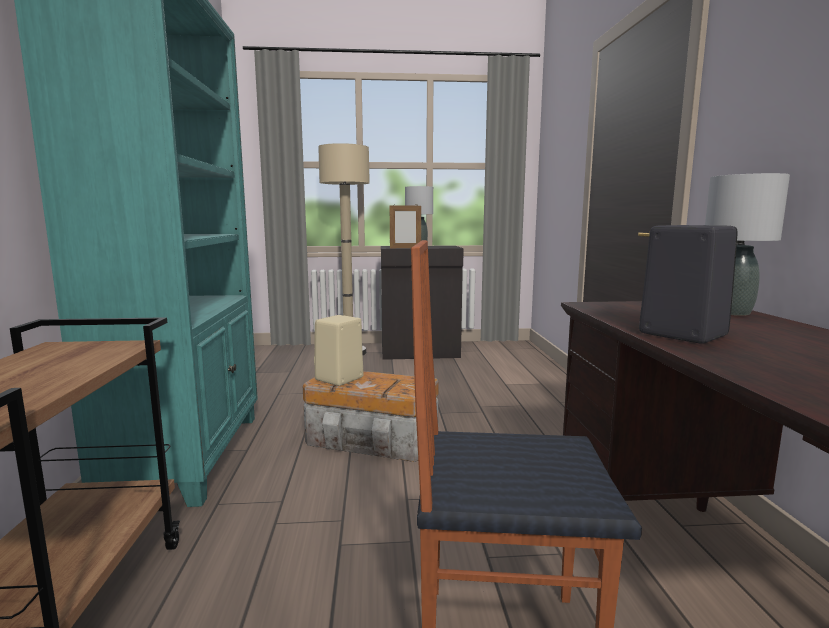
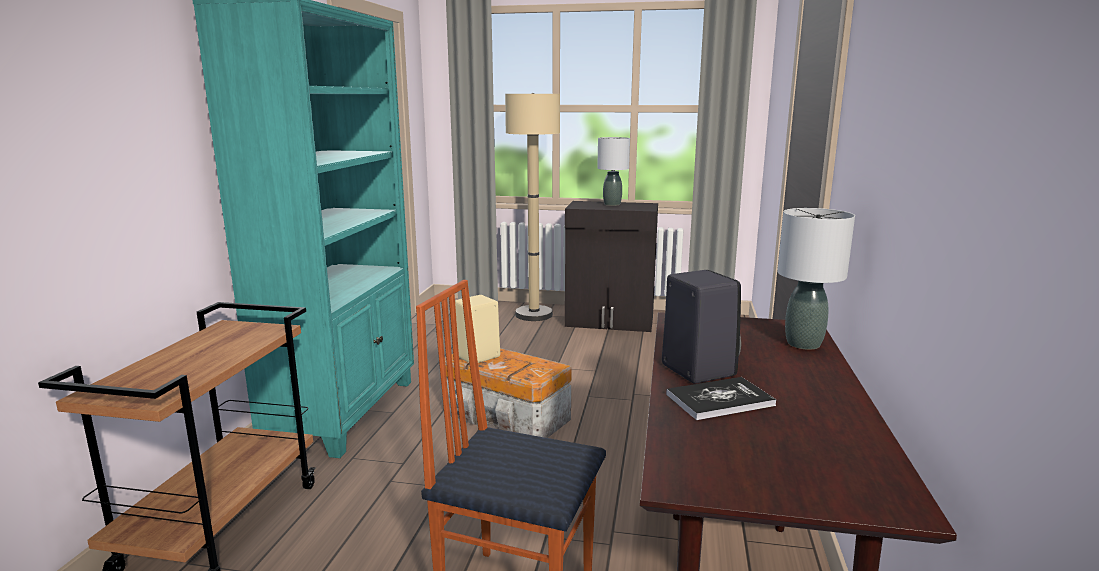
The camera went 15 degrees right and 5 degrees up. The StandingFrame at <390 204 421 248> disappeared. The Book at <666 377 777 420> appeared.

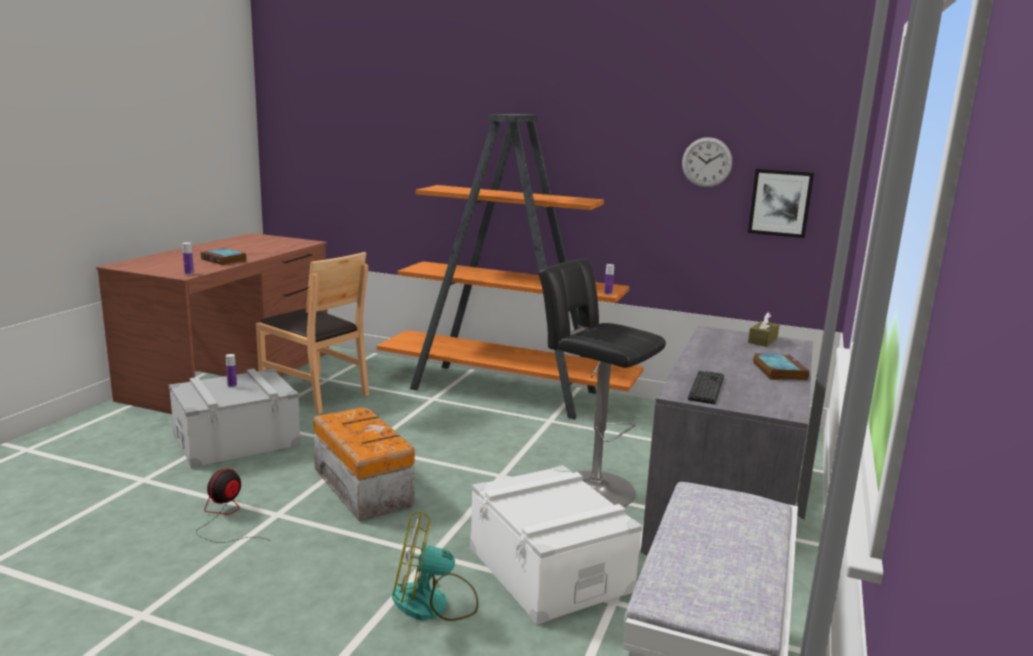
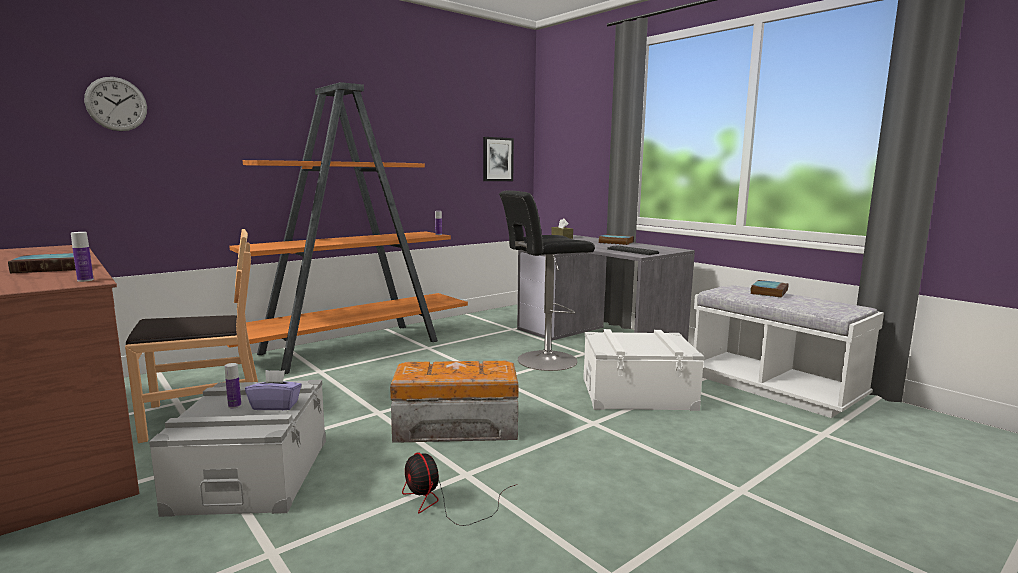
The camera went 60 degrees left and 5 degrees down. The WallClock moved from <682 137 732 188> to <84 77 147 131>. The ElectricFan at <392 511 479 621> disappeared. The Book at <750 280 789 297> appeared. The PurpleTissueHolder at <245 370 302 410> appeared.

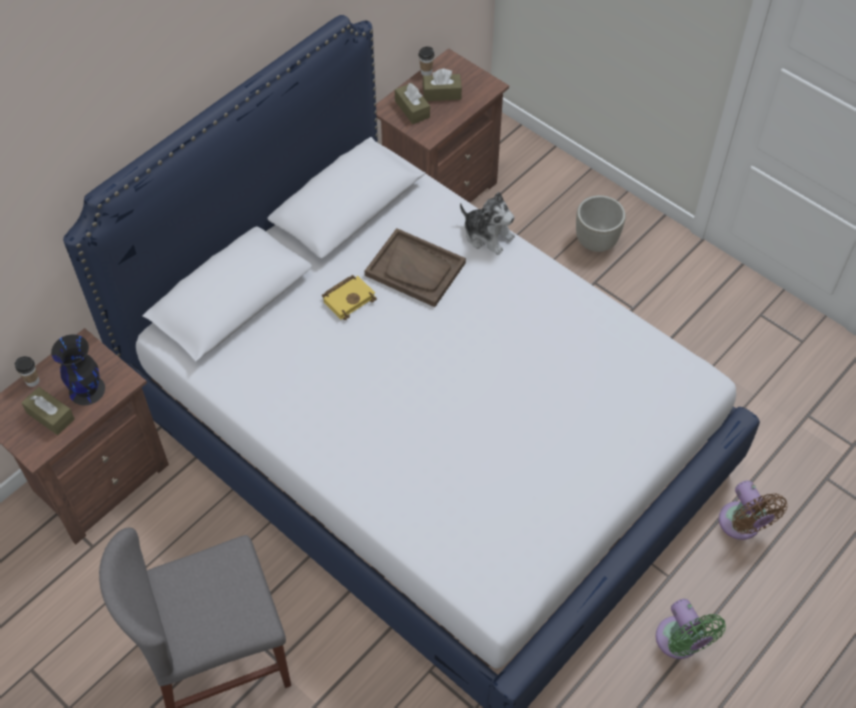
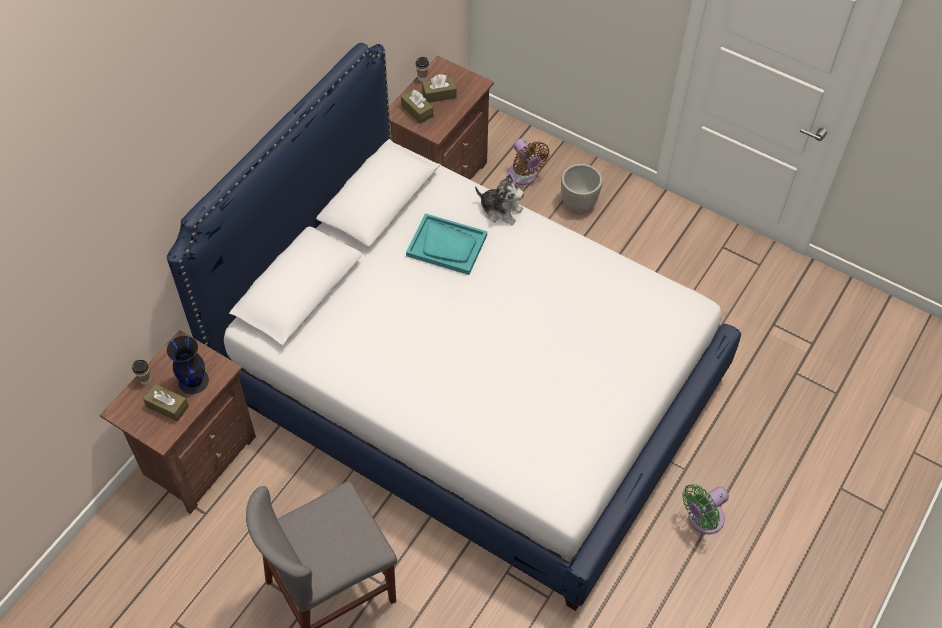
The camera went 10 degrees left and 0 degrees up. The BrownServingTray at <365 228 466 307> became the BlueGreenServingTray at <406 213 487 275>. The YellowishBook at <322 275 377 320> disappeared. The BrownElectricFan moved from <719 480 787 540> to <508 139 550 185>. The GreenElectricFan at <656 599 726 659> turned 90 degrees clockwise.

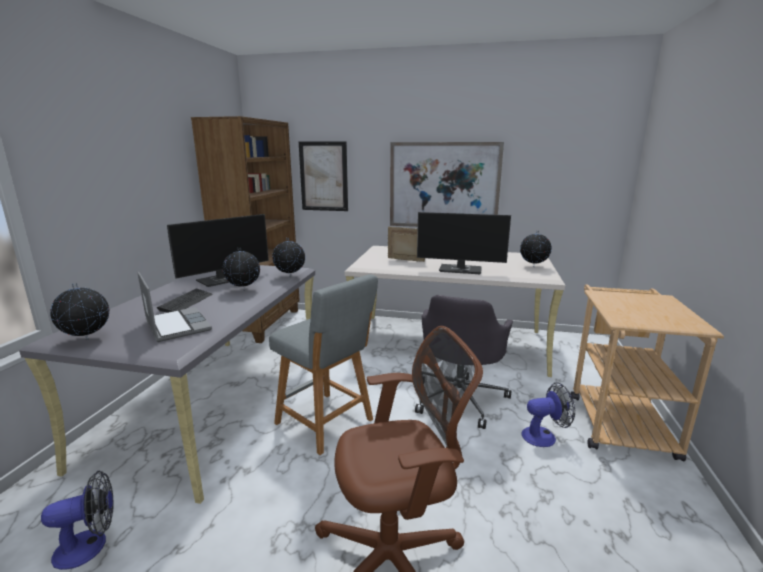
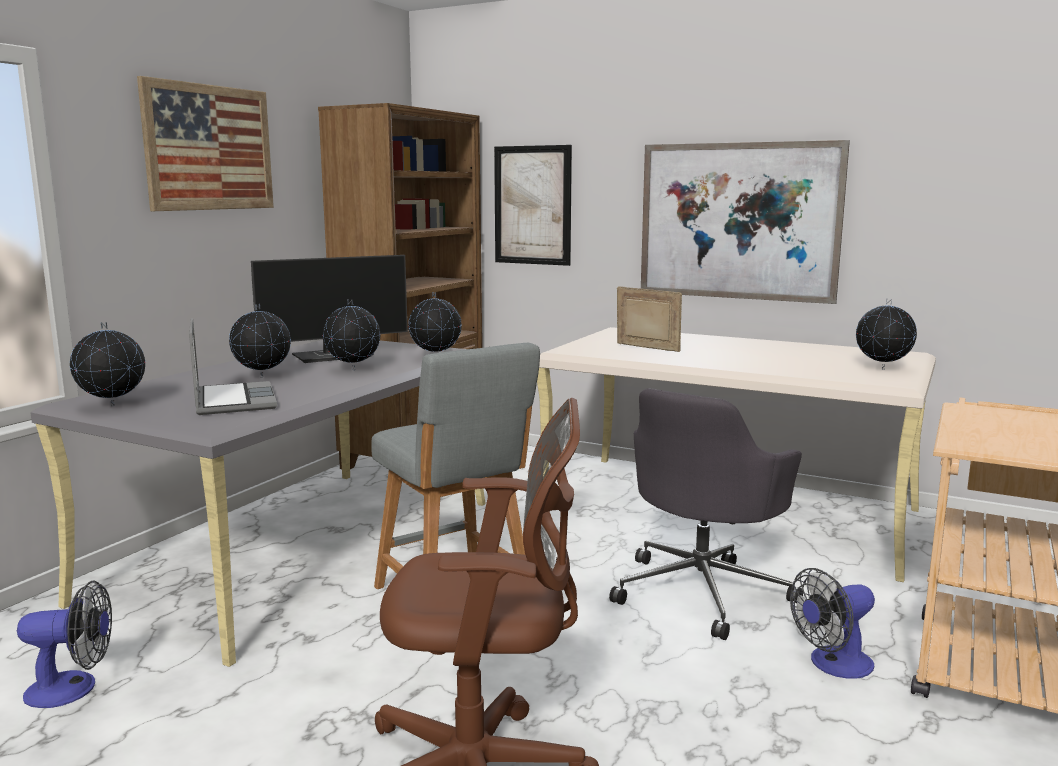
The camera went 15 degrees right and 5 degrees down. The Monitor at <417 212 511 274> disappeared. The Keyboard at <157 289 212 312> was replaced by the Globe at <229 304 291 378>. The ElectricFan at <522 382 575 447> turned 150 degrees clockwise. The WallArt at <137 76 274 211> appeared.

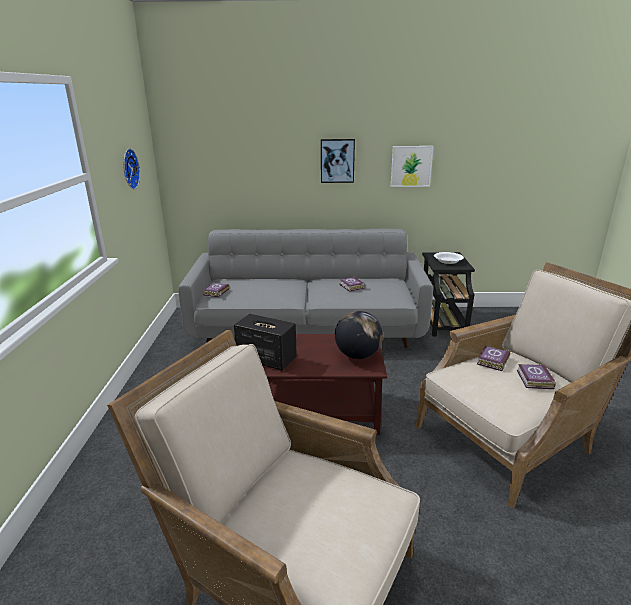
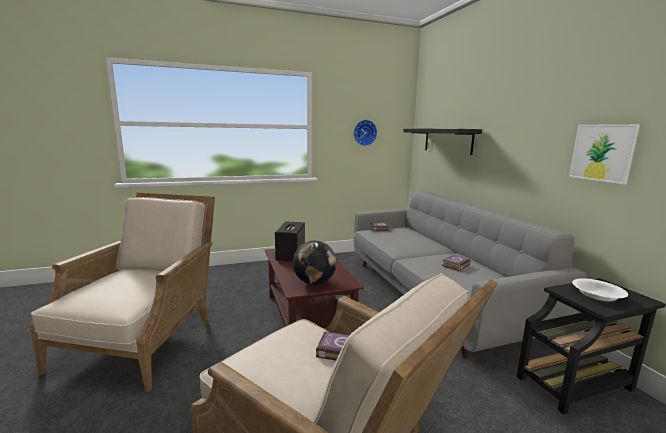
The camera went 70 degrees right and 10 degrees down. The WallArt at <321 139 355 183> disappeared. The Book at <517 364 556 389> disappeared. The BlackishShelf at <403 129 482 155> appeared.

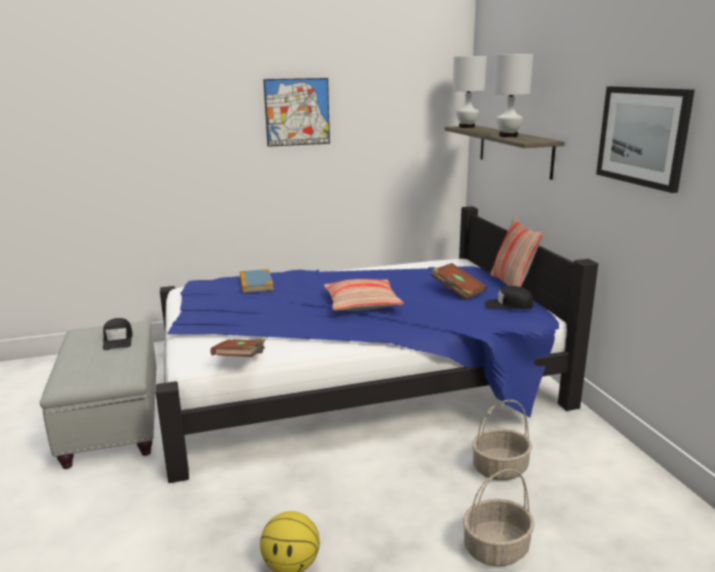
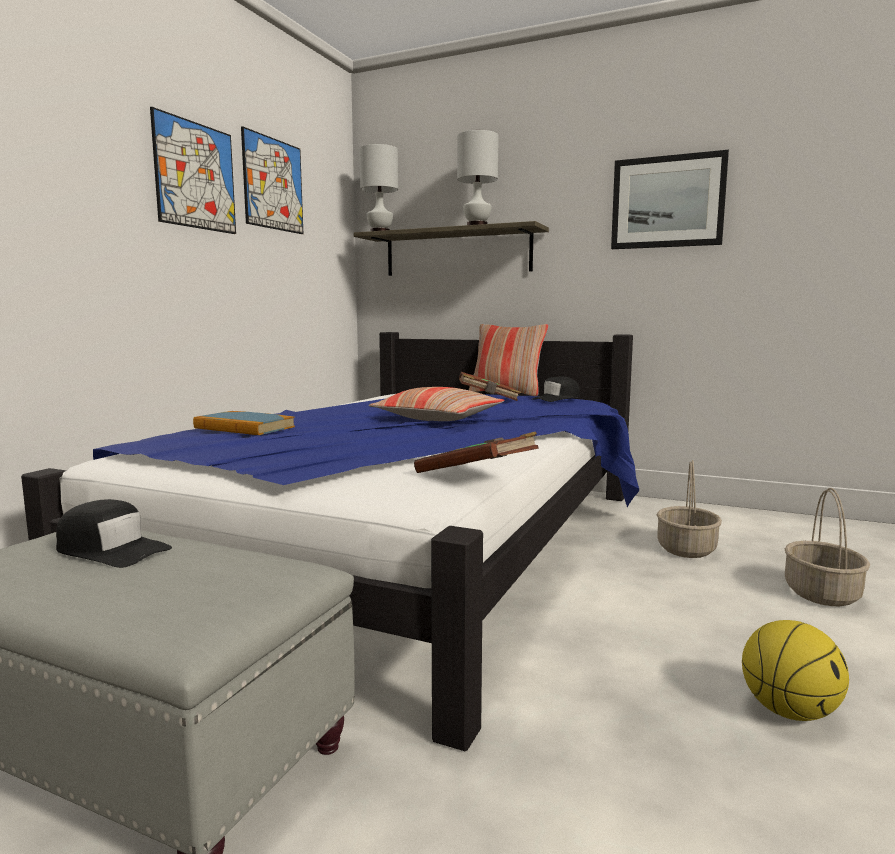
The camera went 50 degrees left and 10 degrees down. The WallArt at <241 126 303 234> appeared.

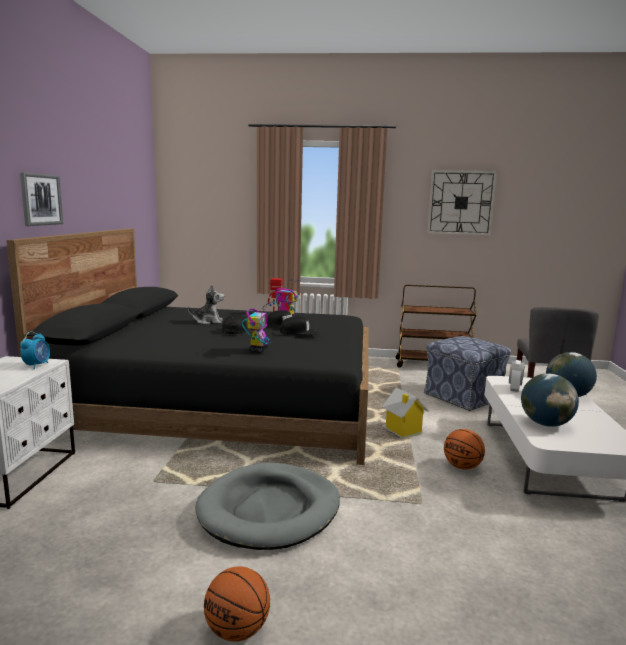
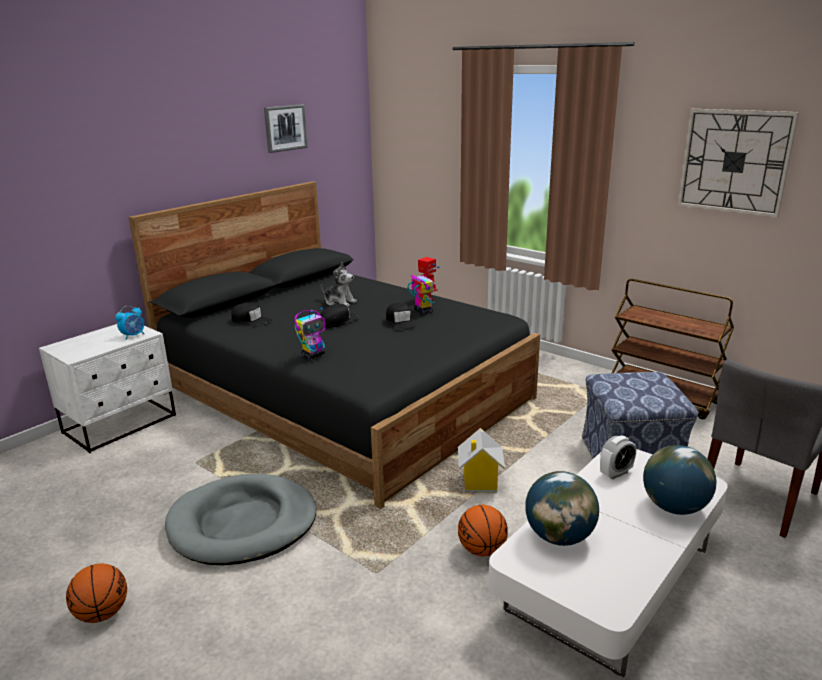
The camera went 35 degrees right and 10 degrees up. The WallArt moved from <20 172 63 226> to <264 104 308 153>. The BlackishCap moved from <280 316 319 335> to <231 303 273 327>.

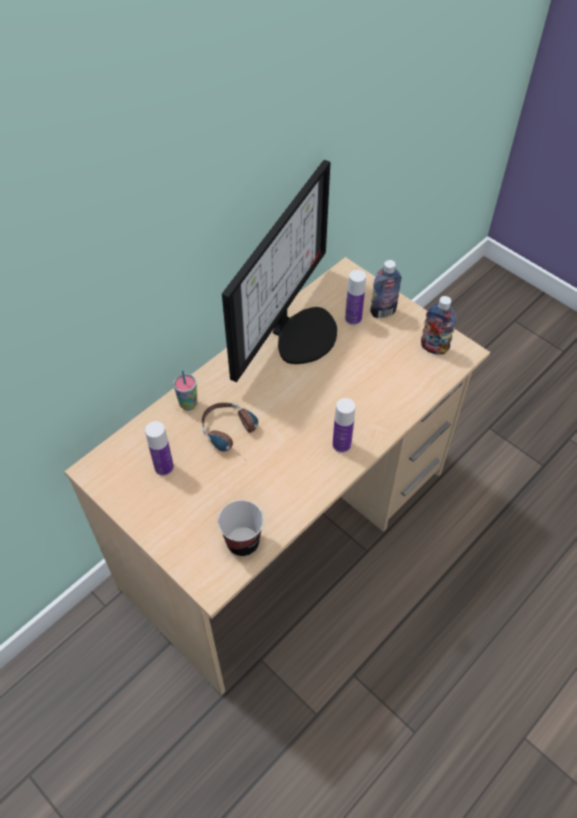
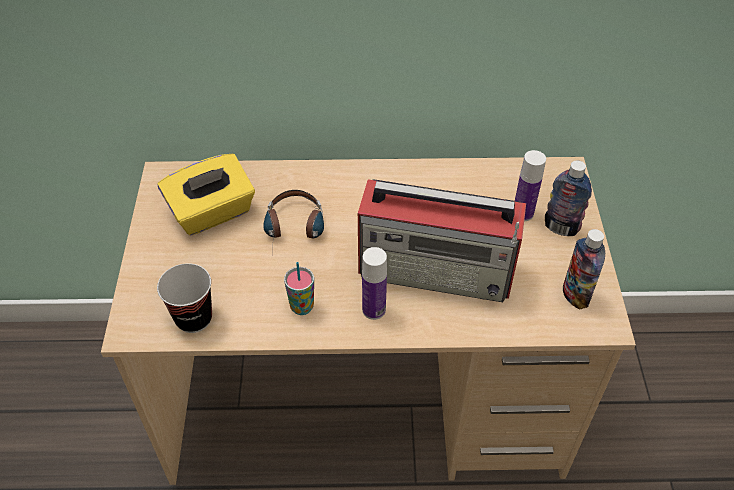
The camera went 45 degrees right and 5 degrees down. The Monitor at <222 160 337 382> disappeared. The SmallCup moved from <173 370 198 411> to <284 262 314 315>. The BeverageBottle at <145 421 174 476> was replaced by the YellowishTissueHolder at <158 154 255 235>. The RadioReceiver at <358 179 526 302> appeared.

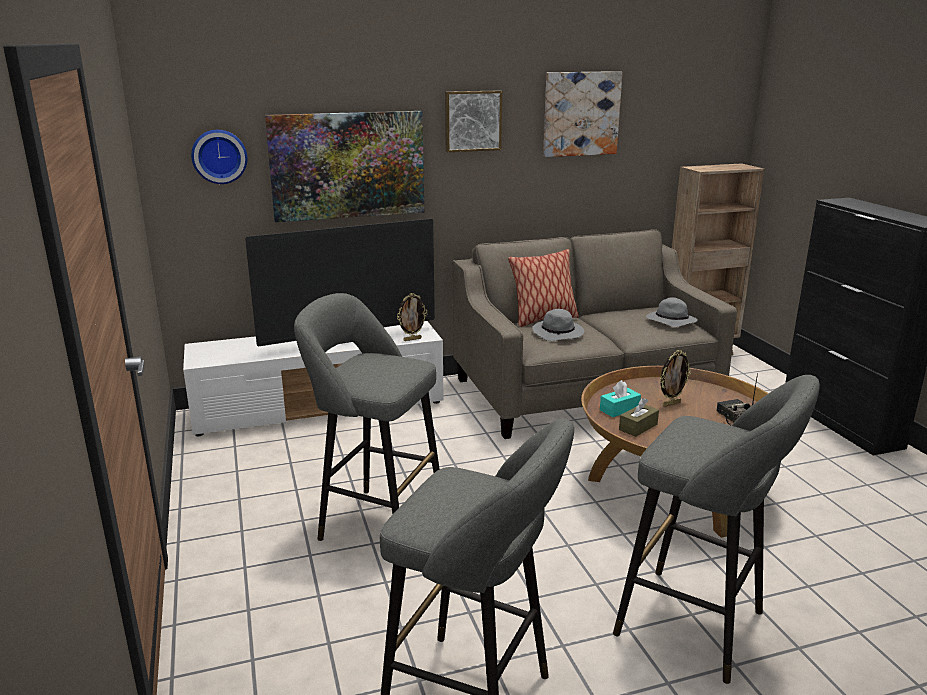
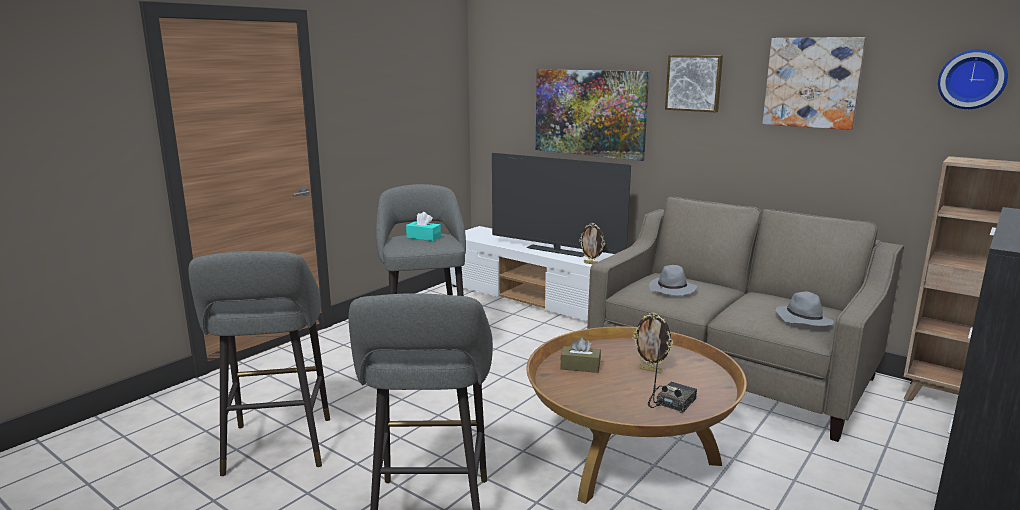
The camera went 55 degrees right and 5 degrees down. The WallClock moved from <191 130 248 184> to <938 49 1008 109>. The Cushion at <508 249 579 327> disappeared. The BlueGreenTissueHolder moved from <600 380 641 417> to <406 212 441 241>.

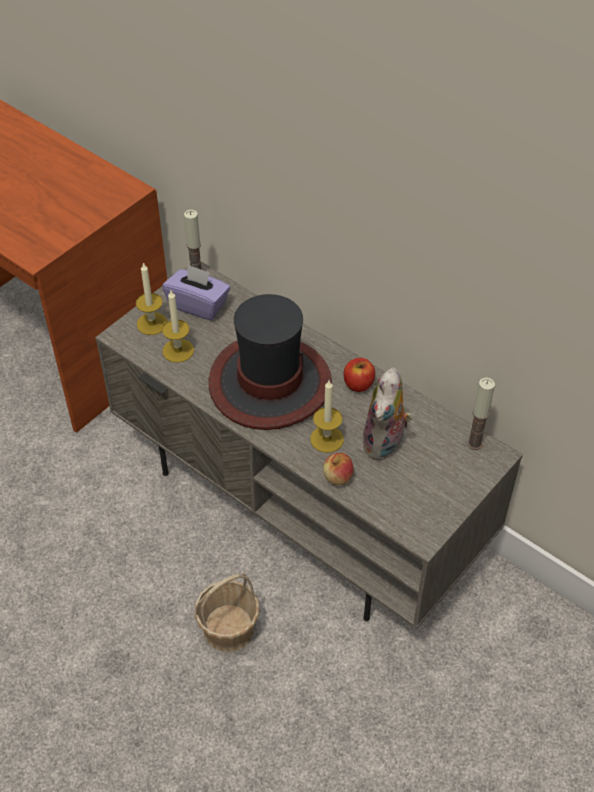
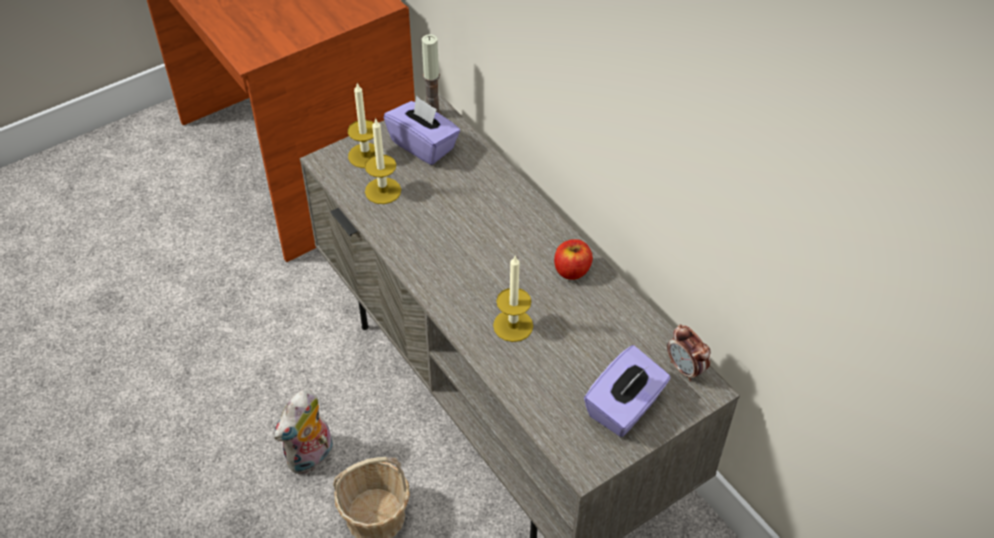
The camera went 15 degrees right and 0 degrees up. The WearableHat at <209 294 332 430> disappeared. The PlushToy moved from <362 368 412 461> to <274 389 333 474>. The WaxCandle at <467 377 495 450> was replaced by the TableClock at <667 324 710 381>. The WholeApple at <323 453 354 485> disappeared. The PurpleTissueHolder at <584 345 671 437> appeared.

